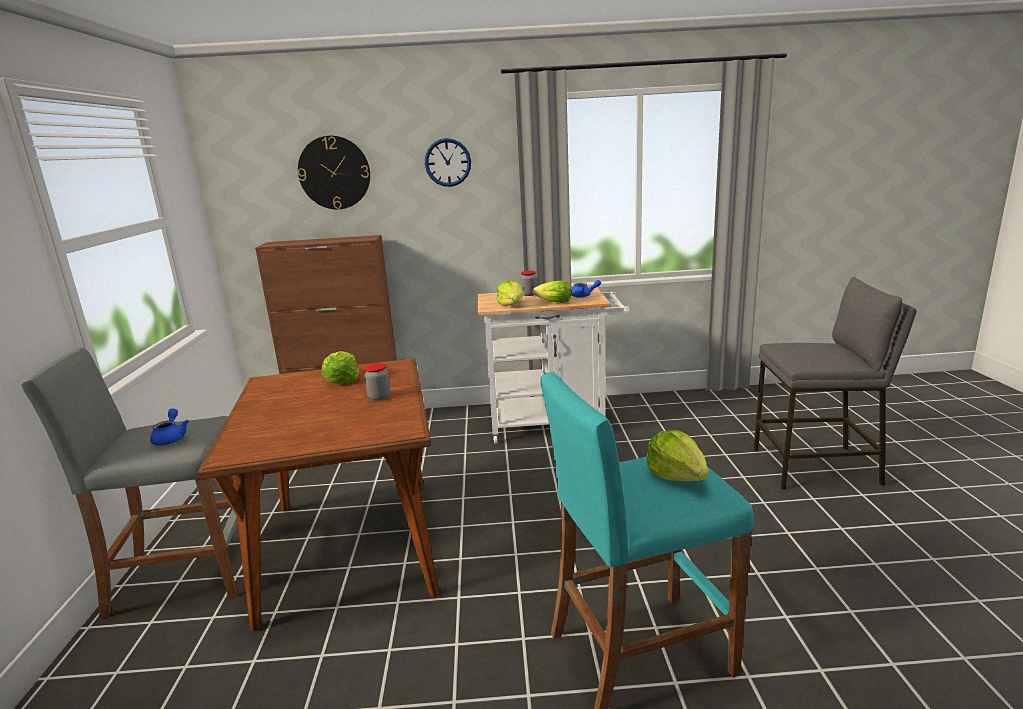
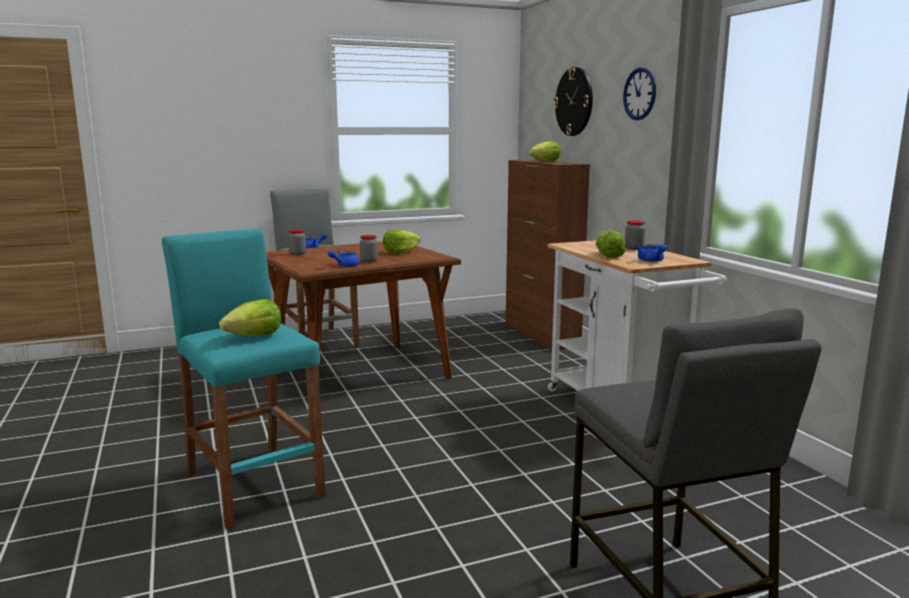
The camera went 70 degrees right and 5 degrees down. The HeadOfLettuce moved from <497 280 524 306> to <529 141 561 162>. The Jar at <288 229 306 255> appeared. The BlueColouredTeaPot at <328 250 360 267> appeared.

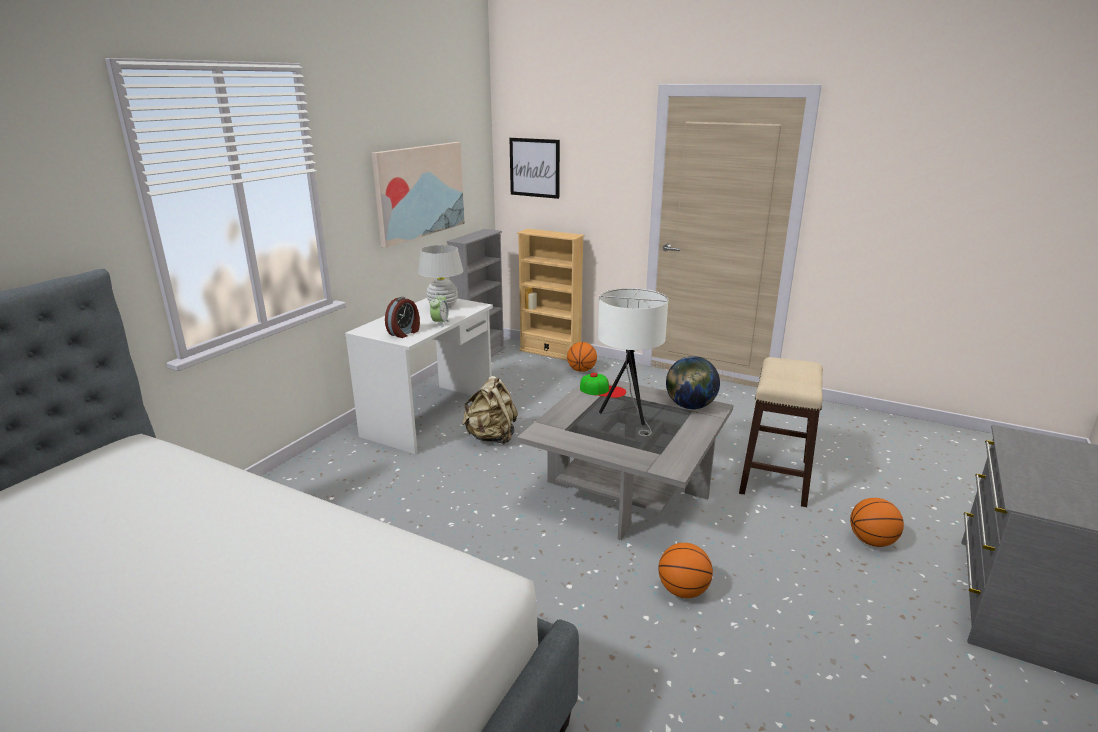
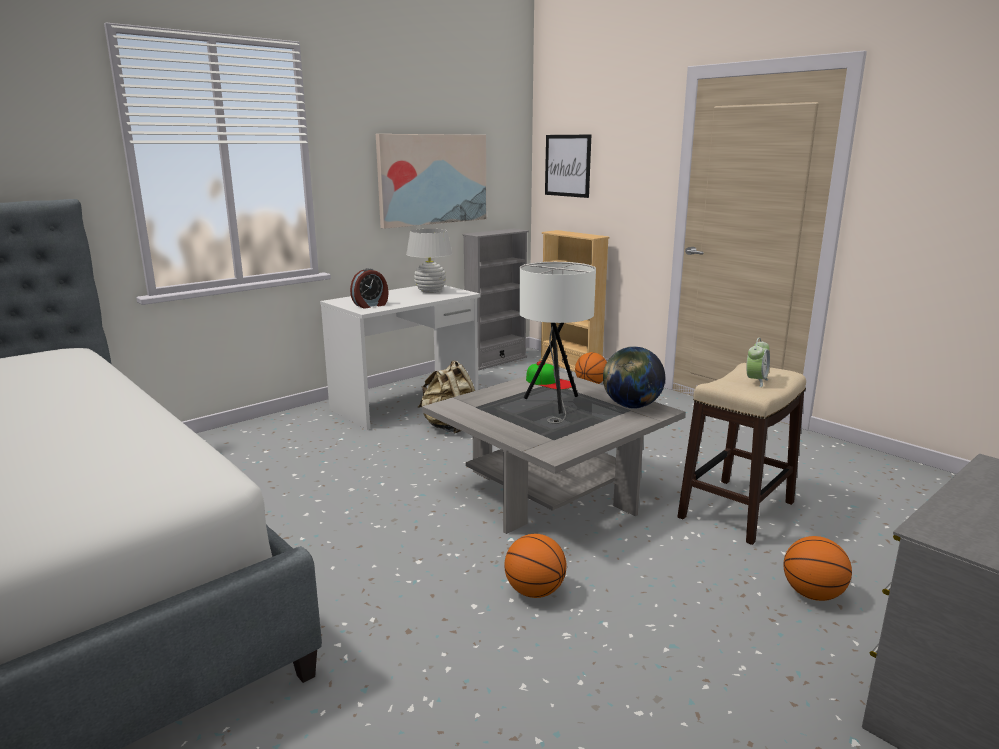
The camera went 20 degrees right and 5 degrees down. The TableClock moved from <430 293 450 328> to <746 338 770 387>.

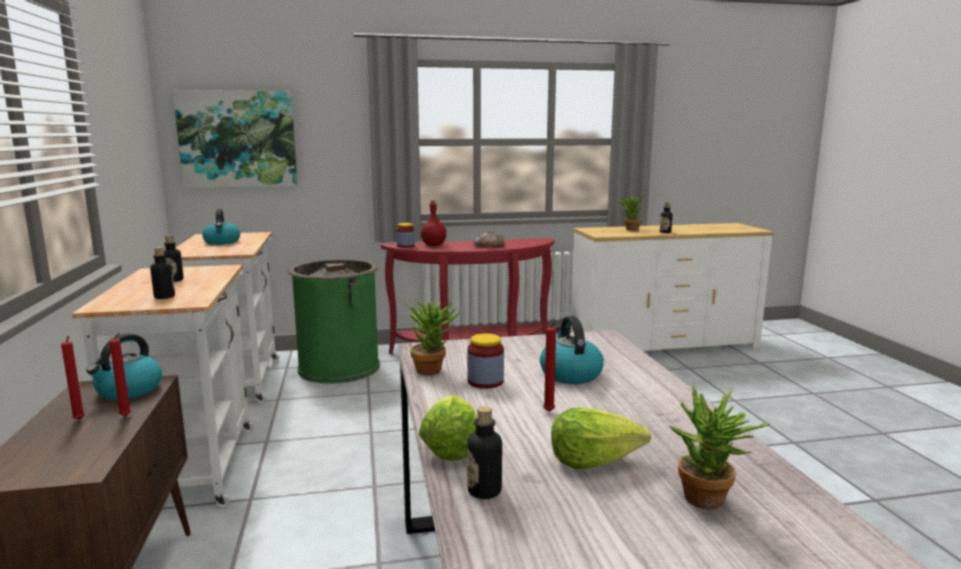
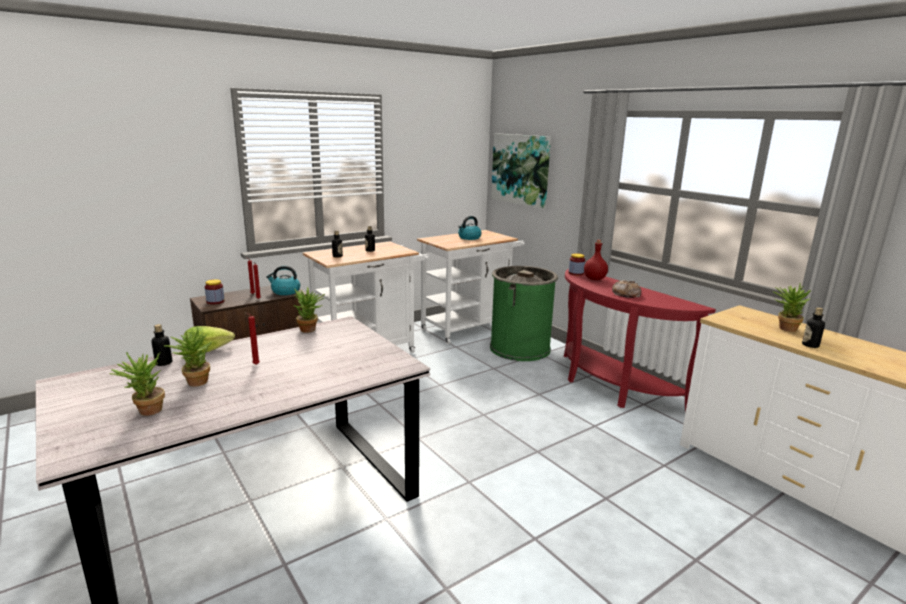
The camera went 65 degrees right and 5 degrees up. The WaterKettle at <540 316 604 384> disappeared. The Jar moved from <467 333 504 389> to <205 279 225 304>. The HeadOfLettuce at <551 408 651 469> was replaced by the PlantInAPot at <164 326 212 387>.

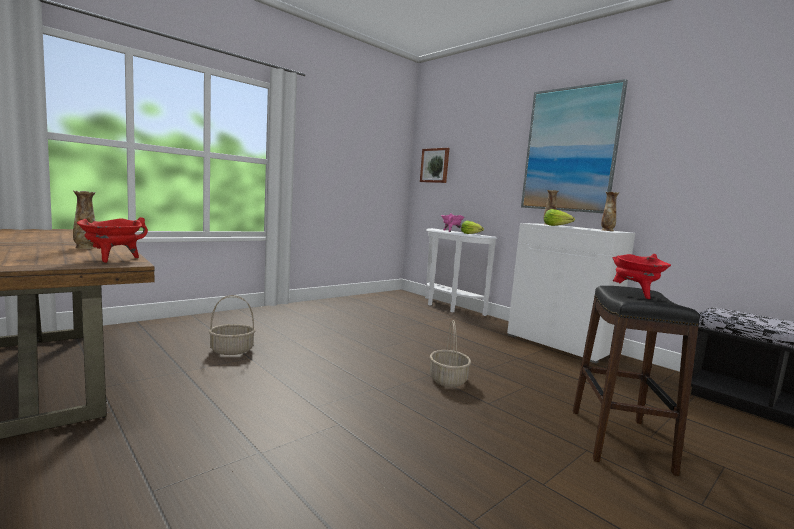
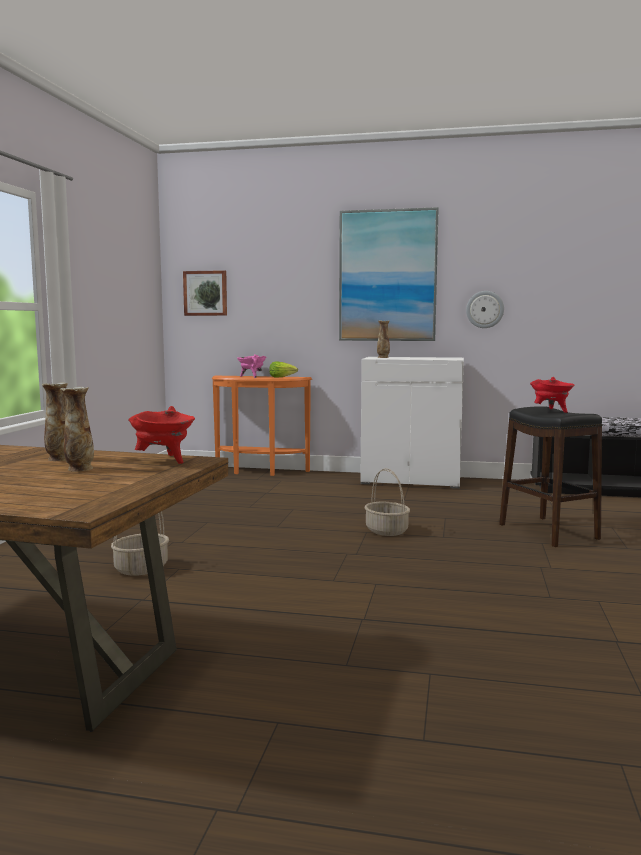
The camera went 35 degrees left and 0 degrees up. The FlowerVase moved from <601 192 620 231> to <60 387 94 472>. The HeadOfLettuce at <544 209 575 226> disappeared. The WhitishHallTable at <425 228 497 316> became the OrangeColouredHallTable at <212 376 312 476>. The WallClock at <466 291 504 328> appeared.

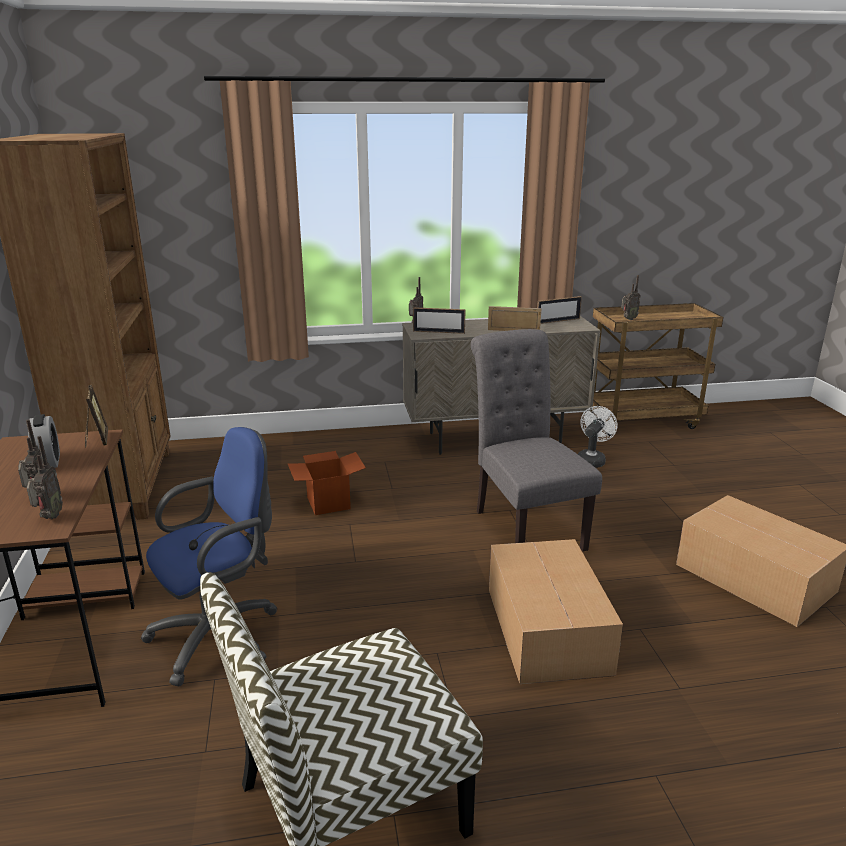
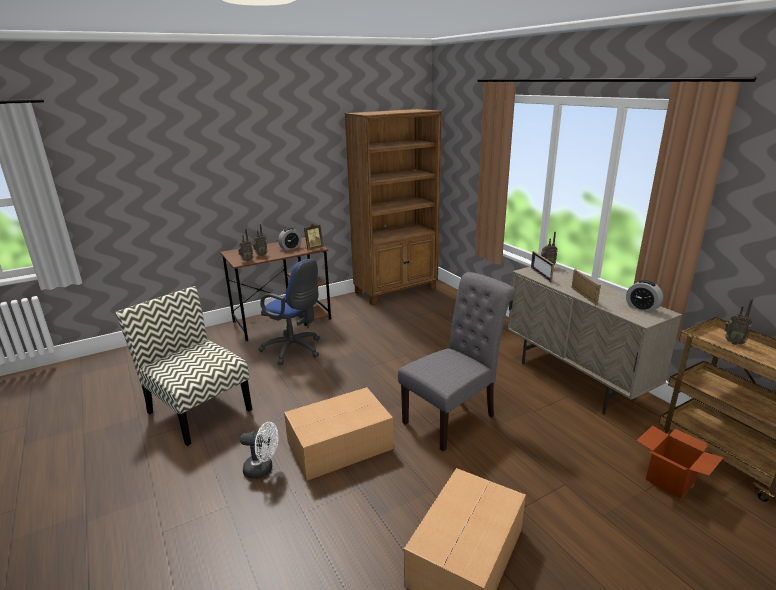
The camera went 70 degrees right and 0 degrees up. The StandingFrame at <537 296 582 324> was replaced by the TableClock at <626 280 663 313>. The WhitishElectricFan moved from <578 406 618 468> to <240 422 278 479>. The CardboardBox moved from <288 451 366 515> to <636 425 724 499>.

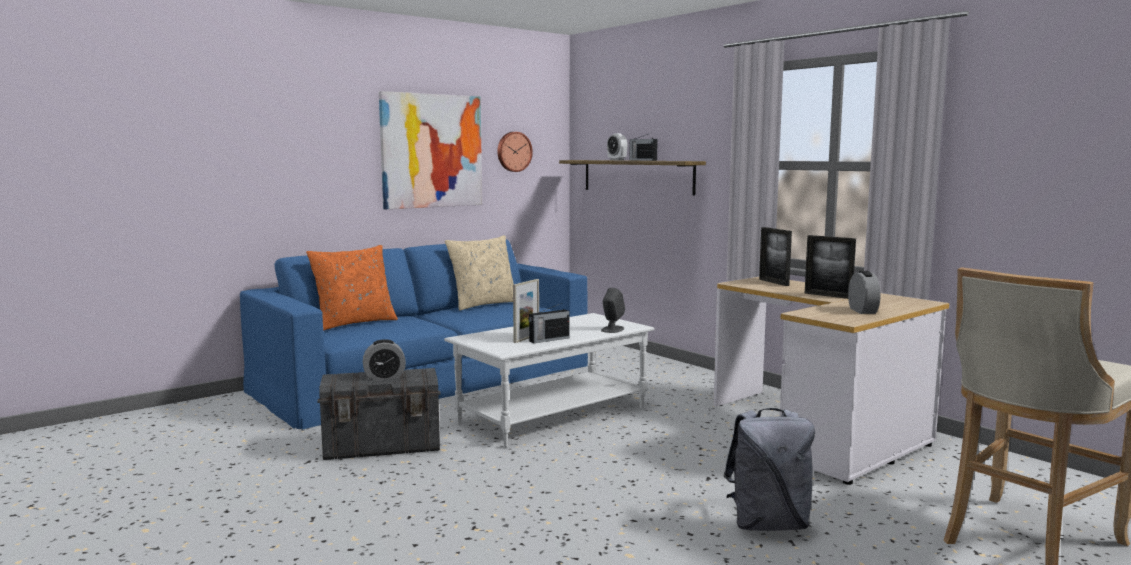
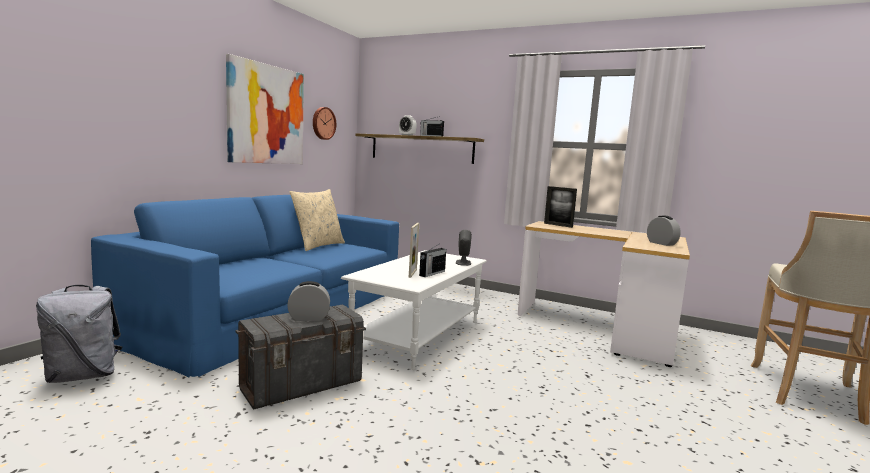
The camera went 25 degrees left and 0 degrees up. The StandingFrame at <805 235 856 299> disappeared. The OrangeColouredCushion at <306 245 398 331> disappeared. The TableClock at <363 339 406 380> turned 150 degrees counterclockwise. The GreyBackpack moved from <723 408 815 531> to <36 285 123 383>.

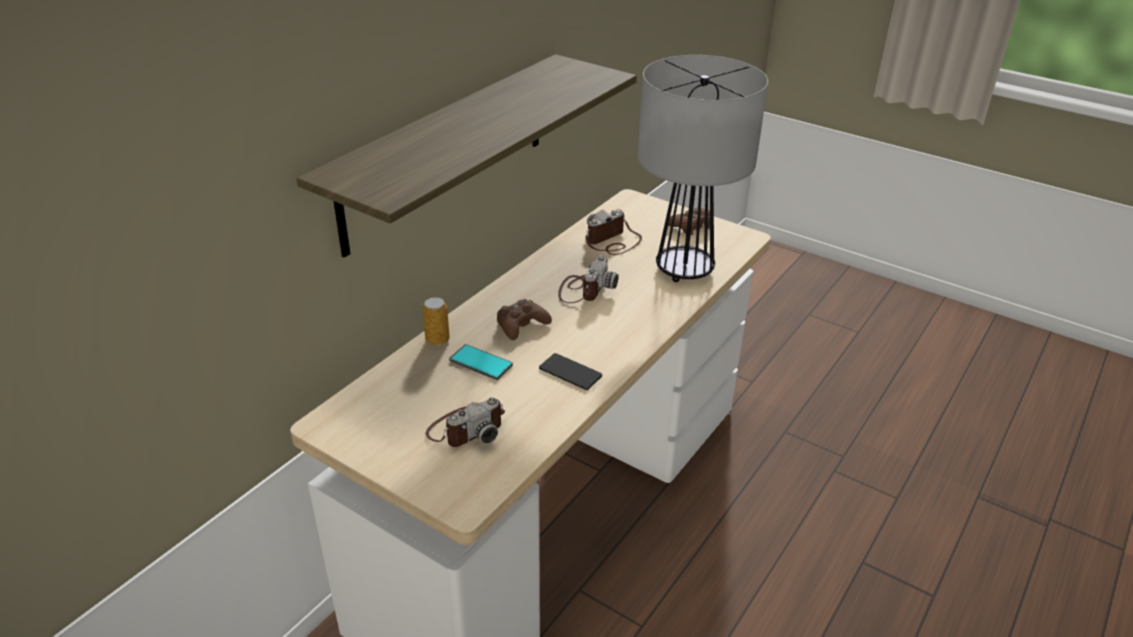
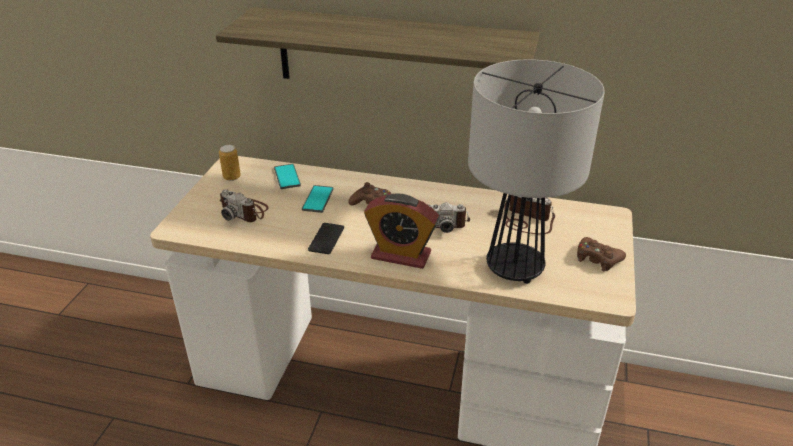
The camera went 70 degrees right and 0 degrees up. The SealedCan moved from <422 297 449 346> to <219 145 241 181>. The Telephone at <274 164 301 189> appeared. The TableClock at <364 194 439 269> appeared.

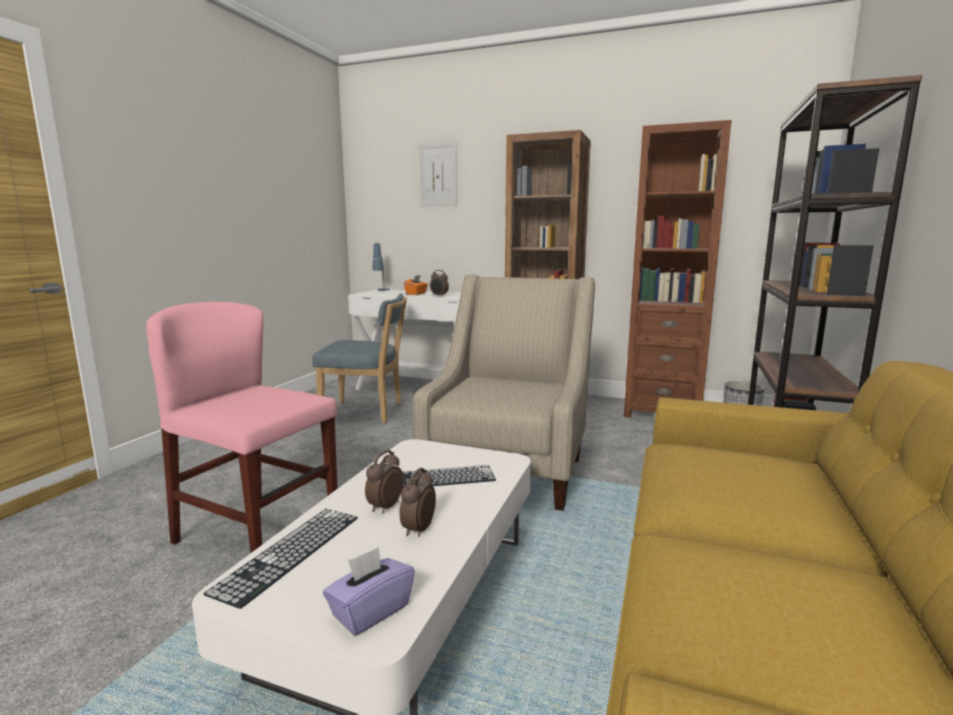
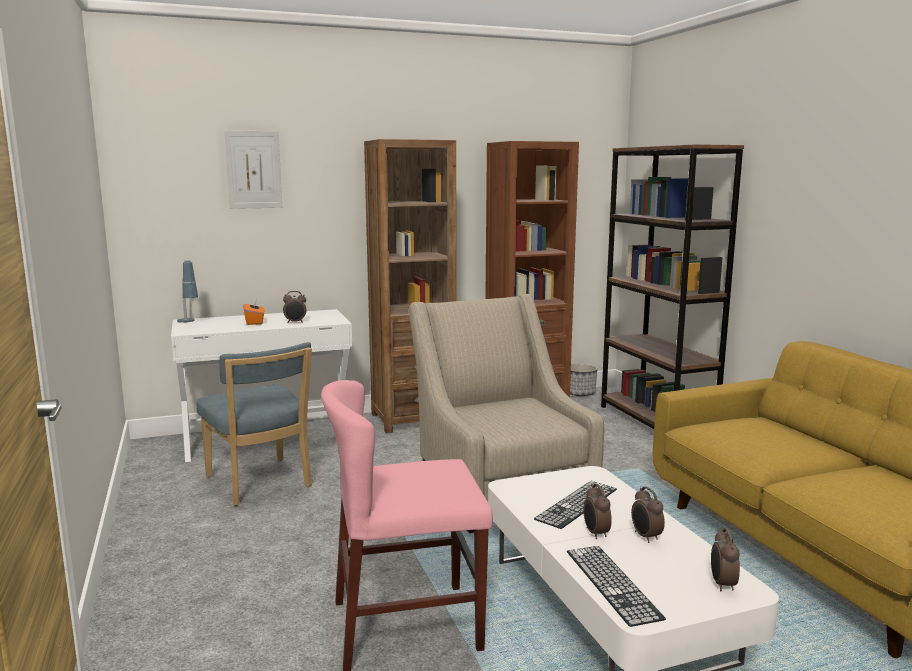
The camera went 40 degrees left and 0 degrees up. The BlueColouredUprightChair at <312 294 407 423> turned 90 degrees clockwise. The PurpleTissueHolder at <323 547 415 636> was replaced by the TableClock at <711 528 740 591>.

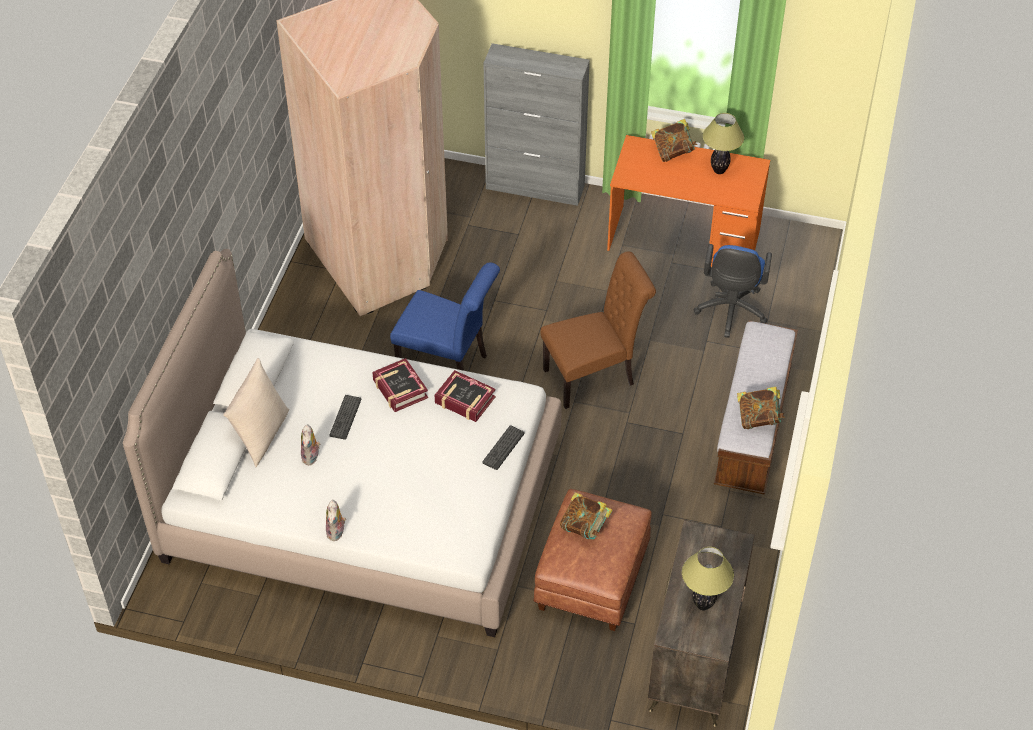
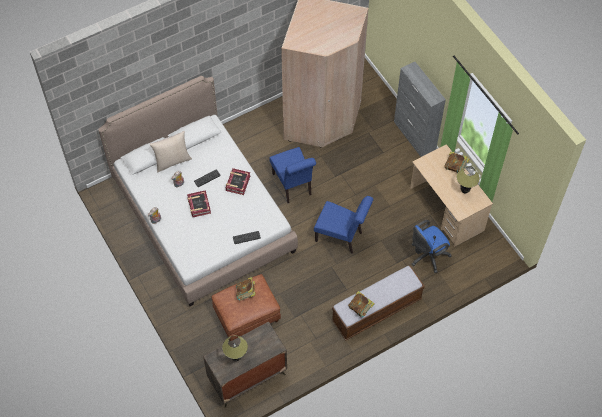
The camera went 45 degrees right and 10 degrees up. The OrangeColouredDeskTable at <607 135 770 267> became the BeigeDeskTable at <410 144 493 247>. The BrownUprightChair at <540 251 656 409> became the BlueColouredUprightChair at <314 196 373 254>. The Book moved from <435 370 496 422> to <187 190 211 217>.

